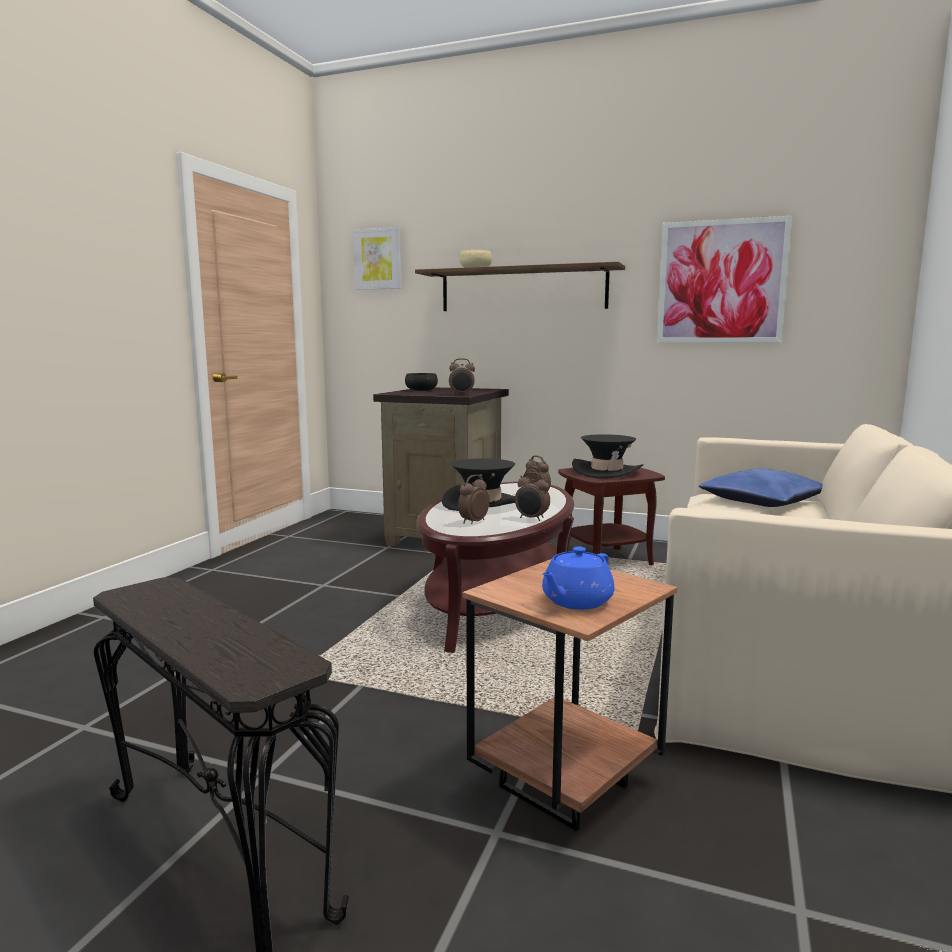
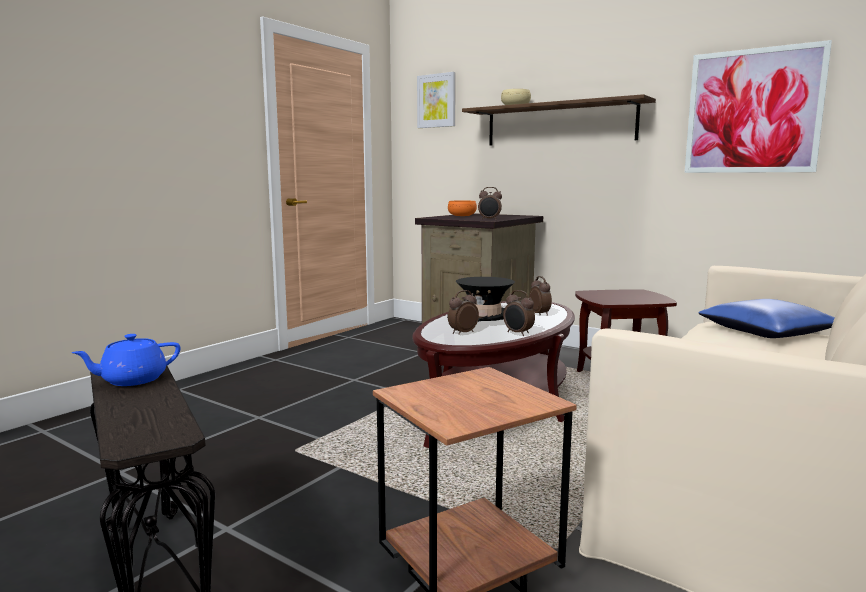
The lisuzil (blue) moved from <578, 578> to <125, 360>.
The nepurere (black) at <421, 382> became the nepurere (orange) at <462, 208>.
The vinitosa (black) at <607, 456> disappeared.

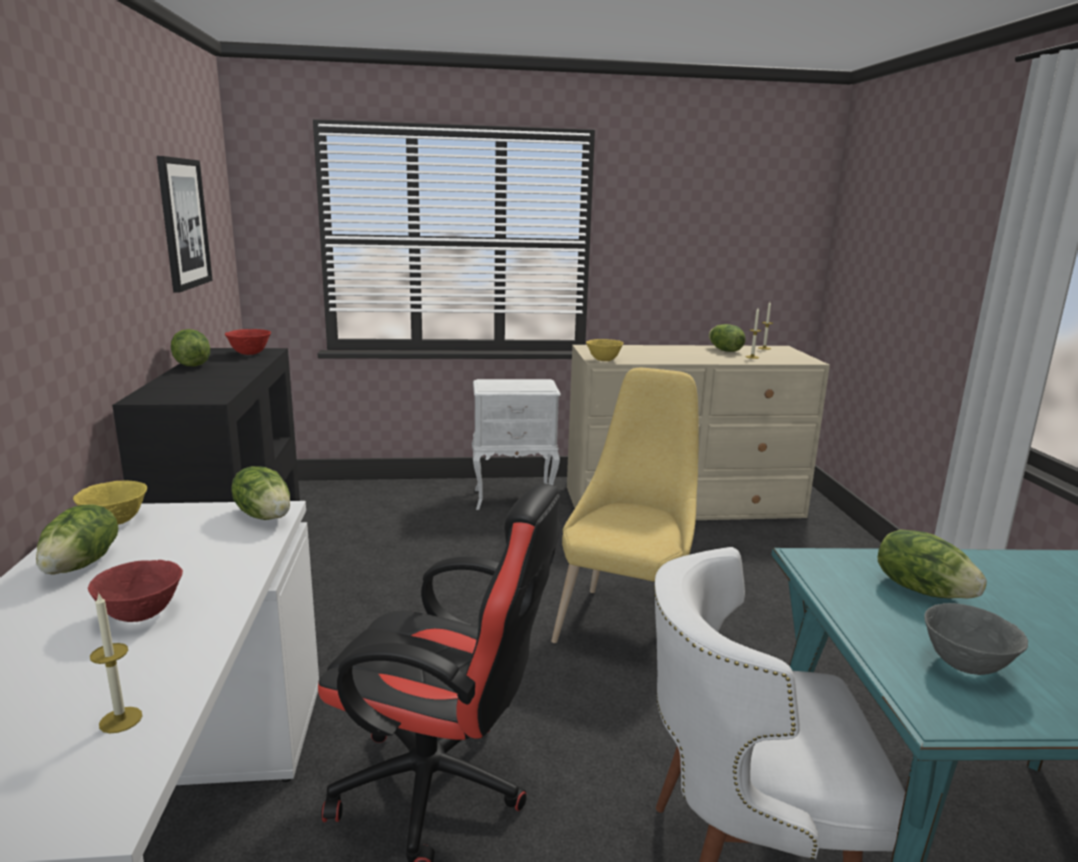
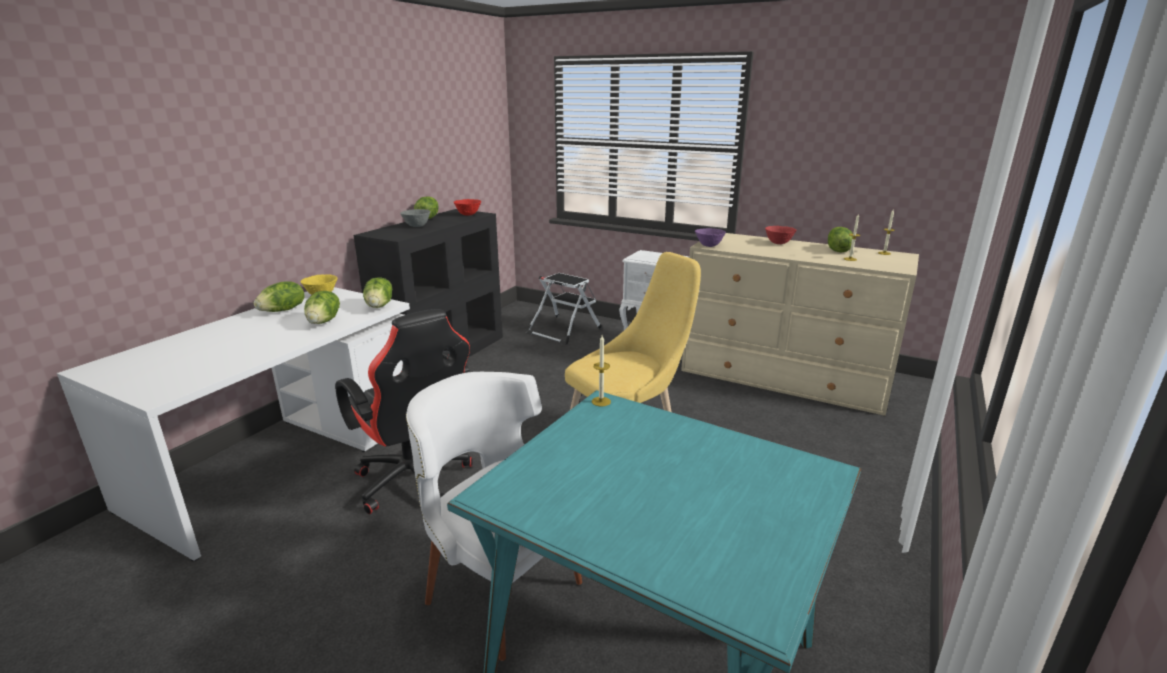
The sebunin moved from <932, 564> to <322, 307>.
The nepurere (grey) moved from <976, 639> to <415, 218>.
The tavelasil at <564, 309> appeared.
The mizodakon moved from <116, 662> to <601, 370>.
The nepurere (yellow) at <604, 350> became the nepurere (purple) at <710, 237>.
The nepurere (red) moved from <135, 591> to <781, 235>.
The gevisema at <185, 224> disappeared.

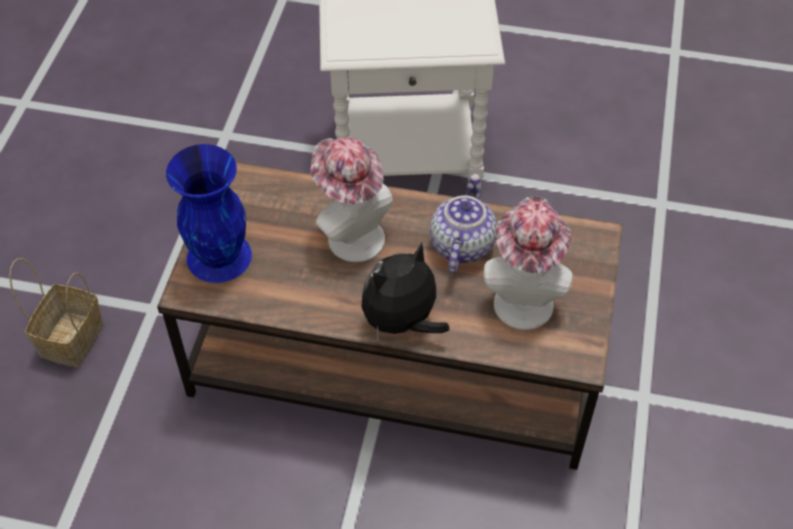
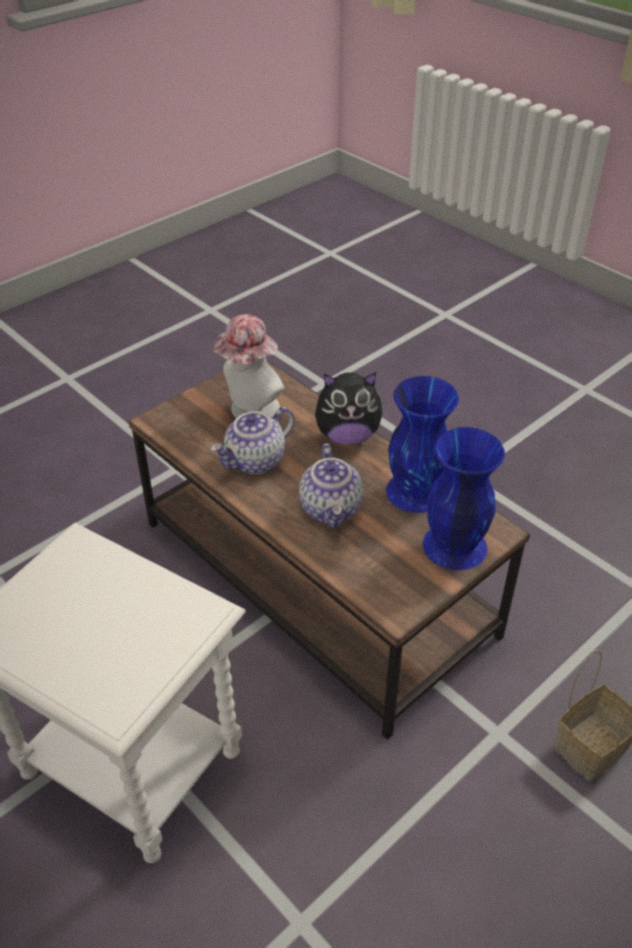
The vinitosa at <352, 199> was replaced by the lisuzil at <331, 486>.
The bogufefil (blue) at <422, 444> appeared.

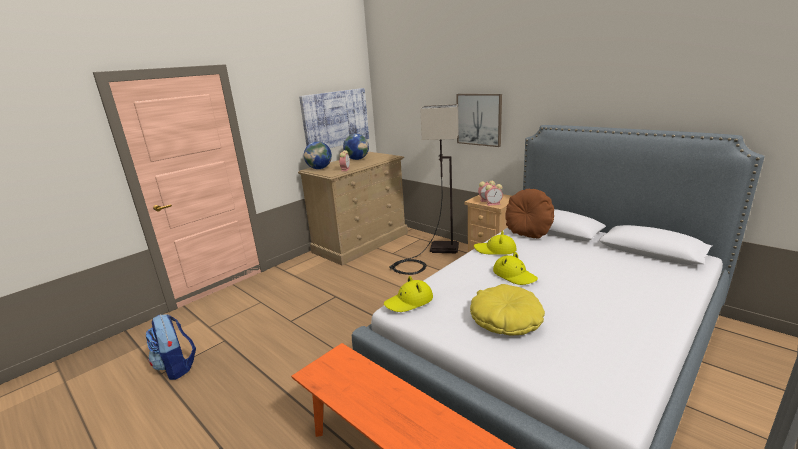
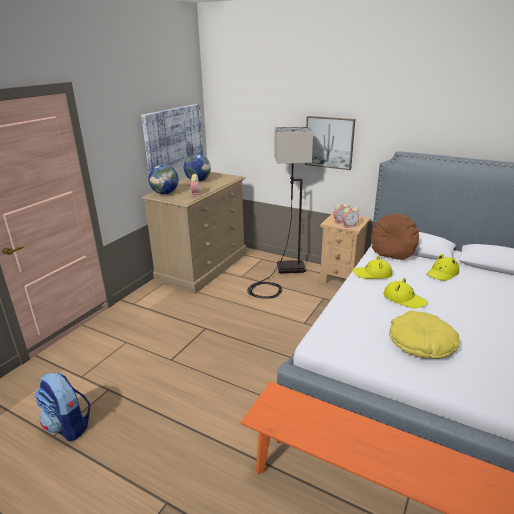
The vinitosa (yellow) moved from <408, 294> to <443, 267>.

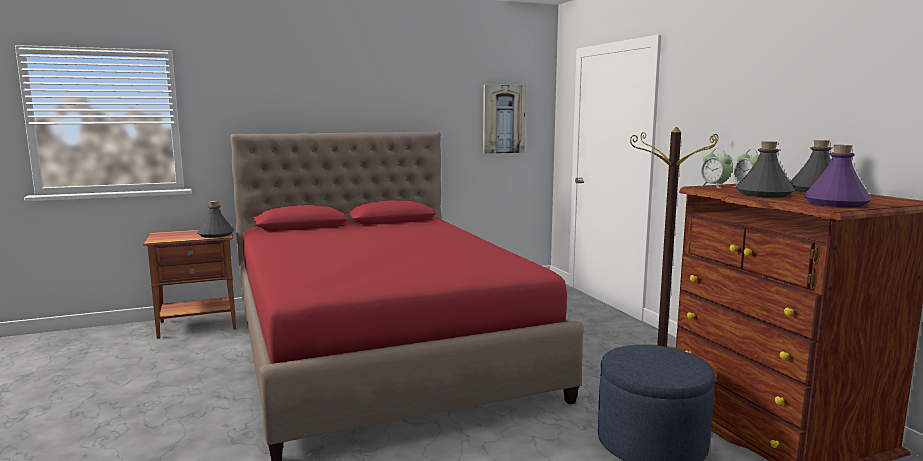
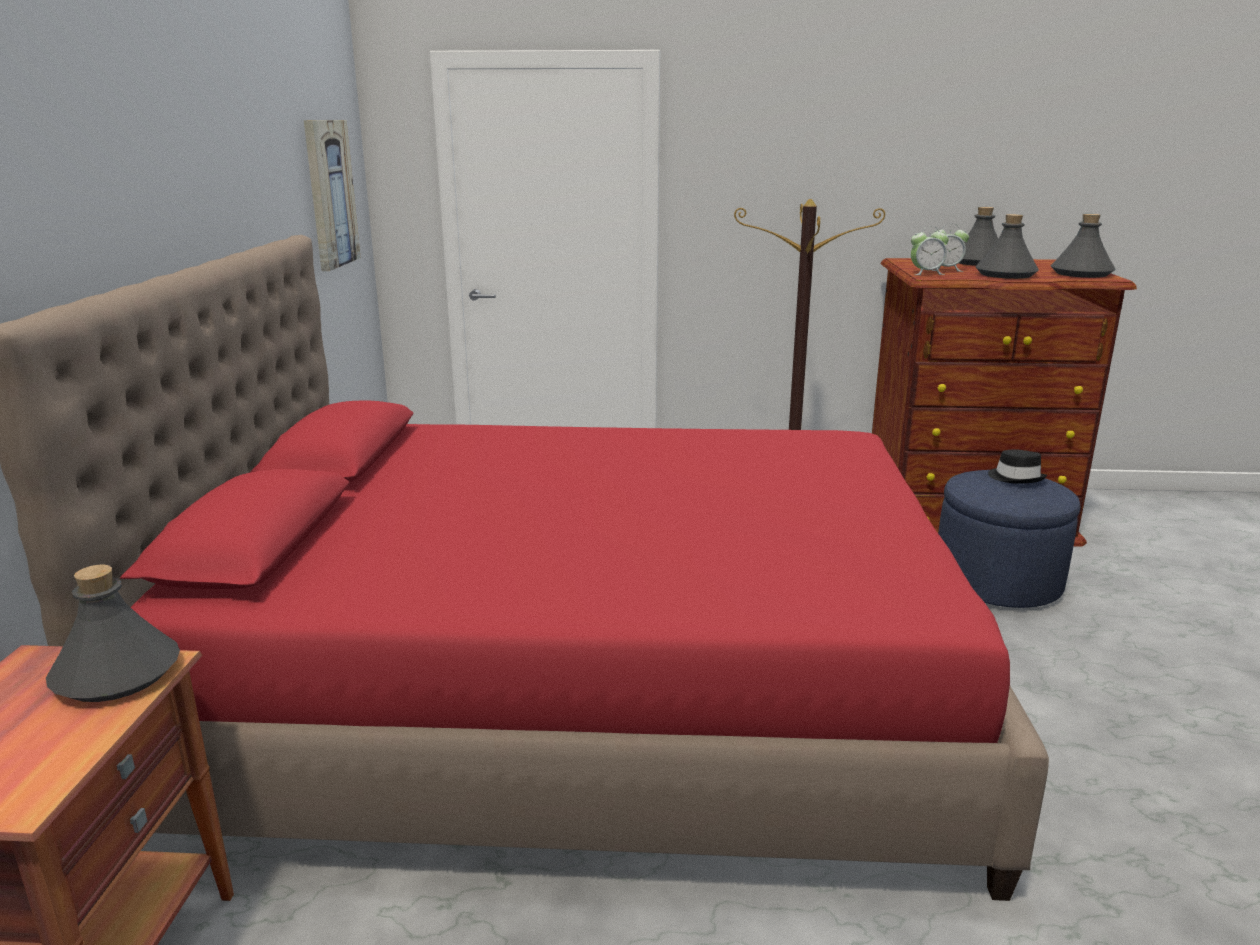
The vinitosa (black) at <1017, 466> appeared.
The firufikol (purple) at <838, 176> became the firufikol (grey) at <1083, 246>.

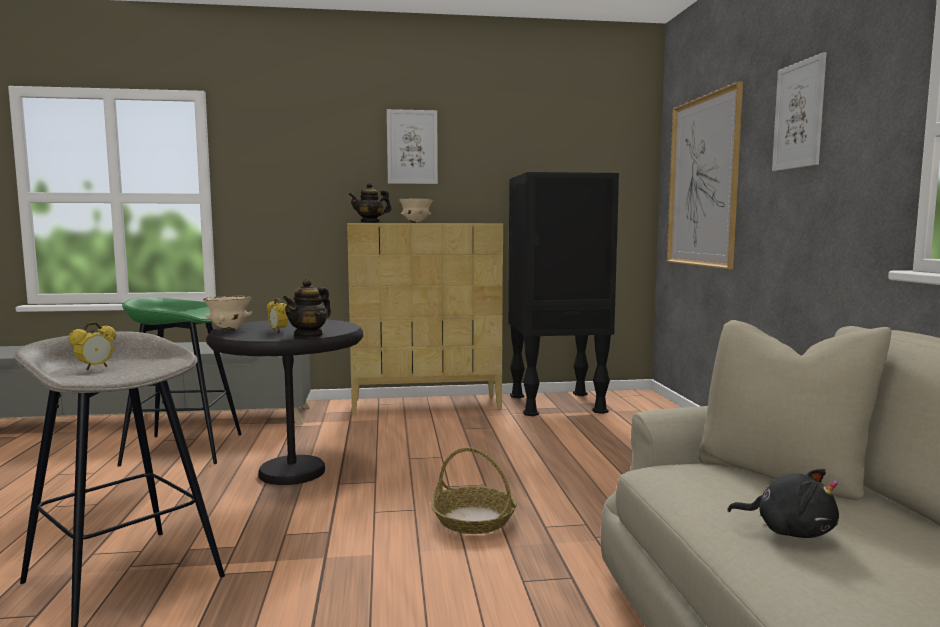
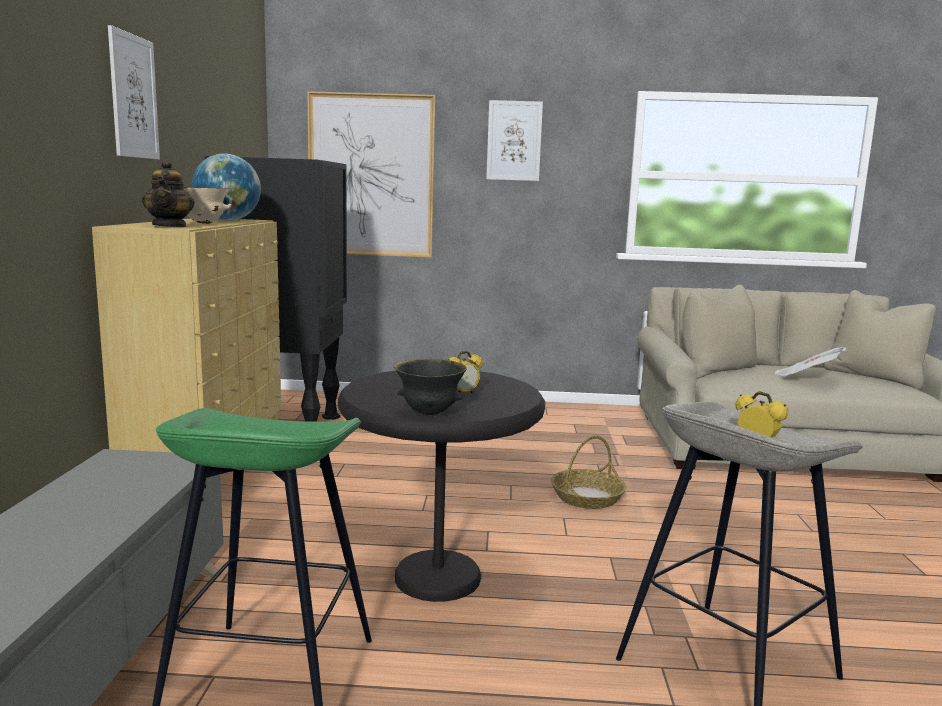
The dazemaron at <226, 187> appeared.
The nepurere (beige) at <228, 312> became the nepurere (black) at <430, 387>.
The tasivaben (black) at <783, 503> was replaced by the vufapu at <810, 362>.
The lisuzil at <307, 308> disappeared.

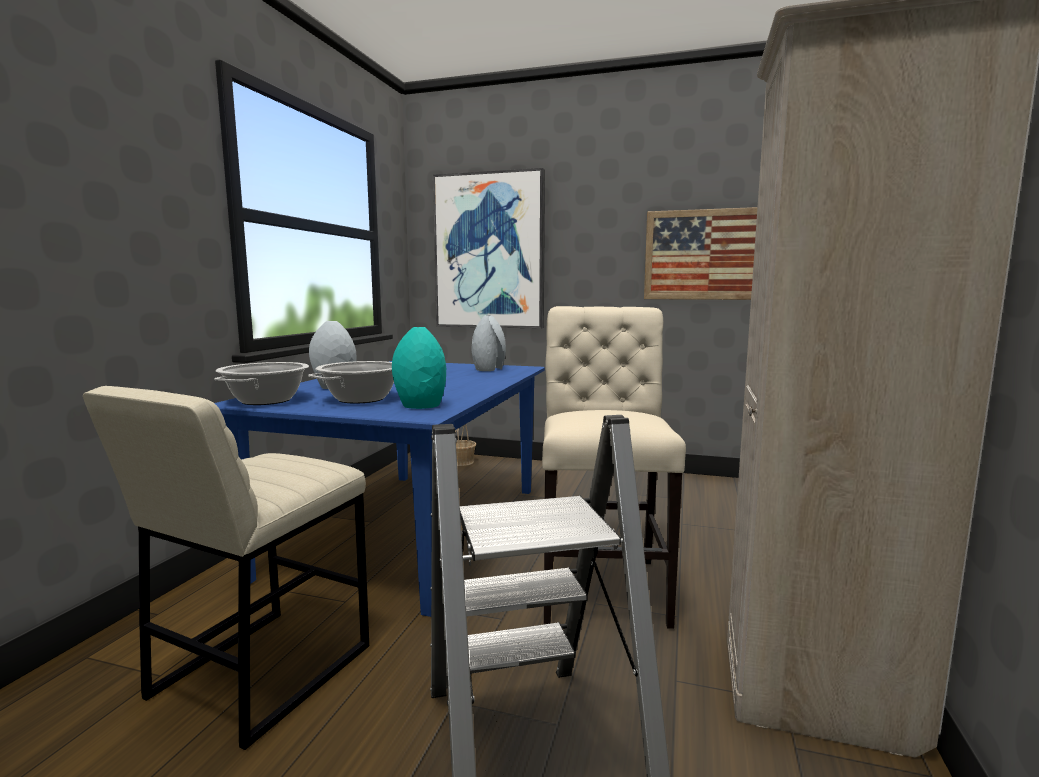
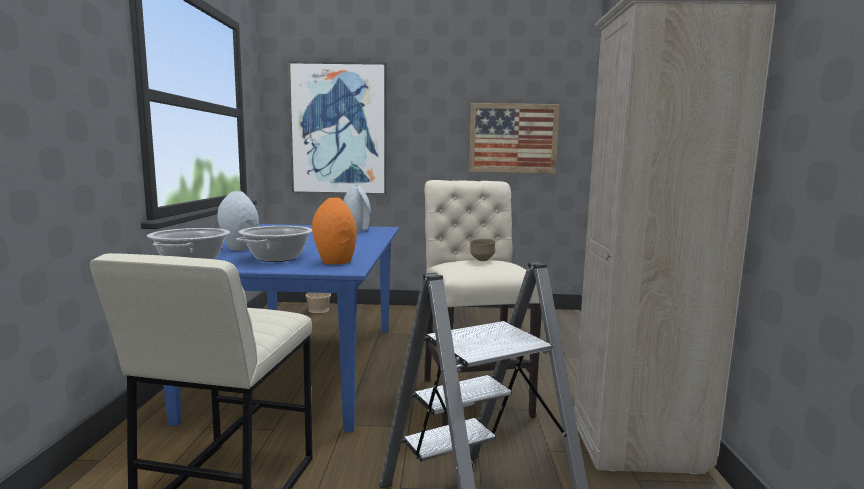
The bogufefil (turquoise) at <419, 368> became the bogufefil (orange) at <334, 231>.
The nepurere (brown) at <483, 250> appeared.

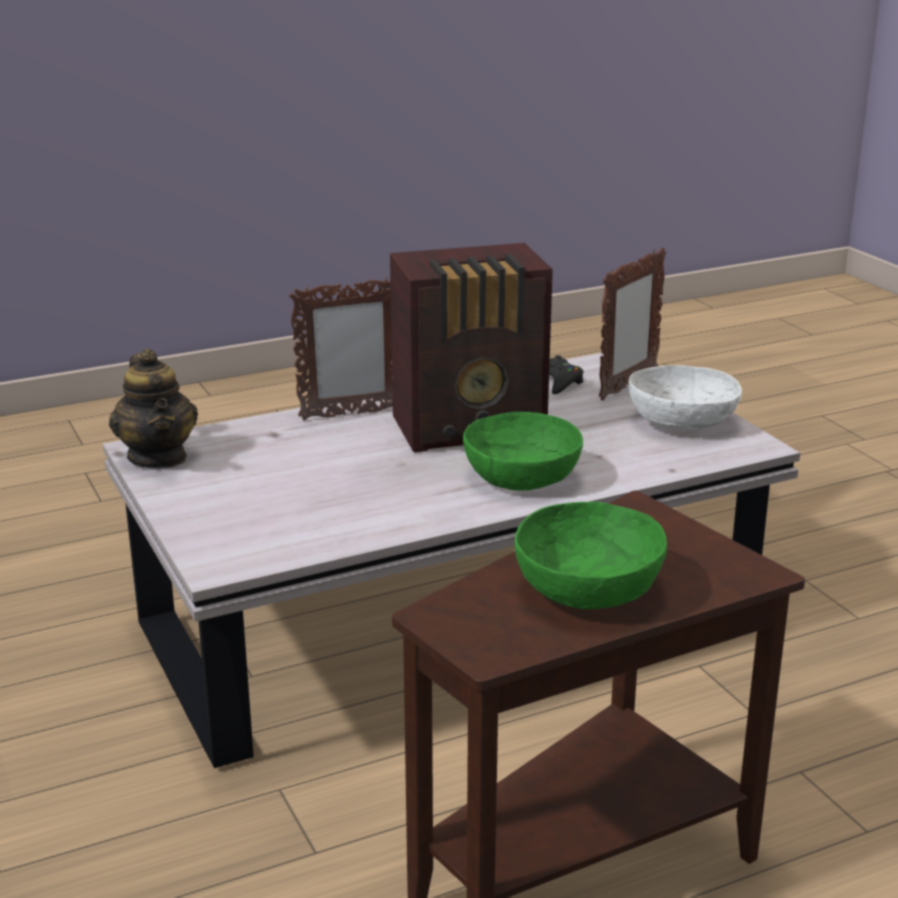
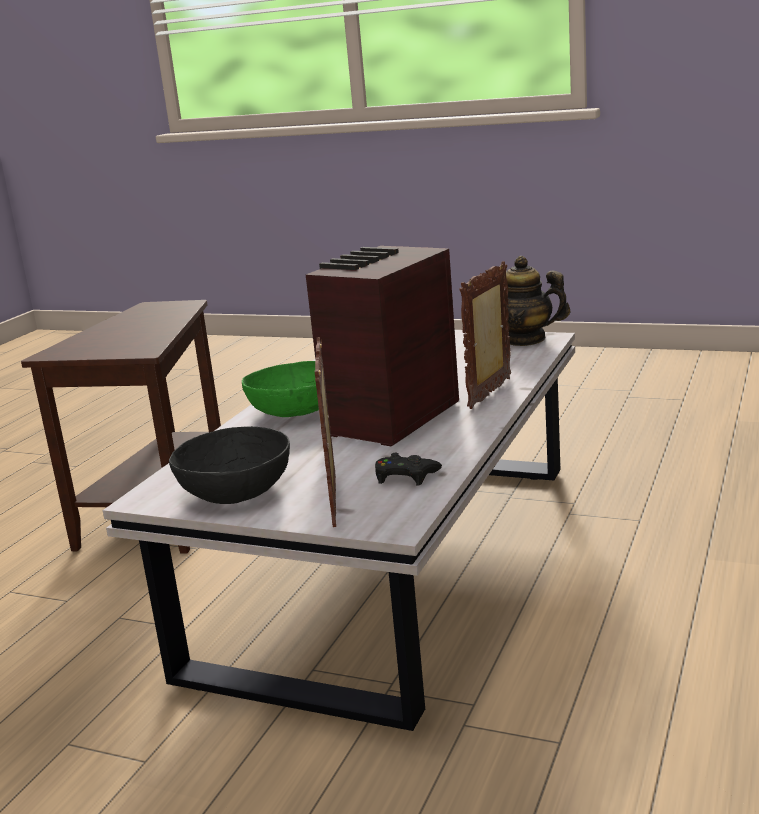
The nepurere (white) at <685, 397> became the nepurere (black) at <229, 465>.
The nepurere (green) at <591, 555> disappeared.

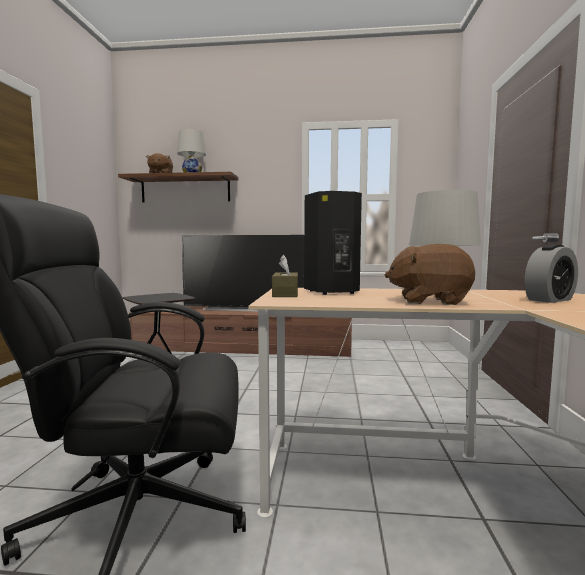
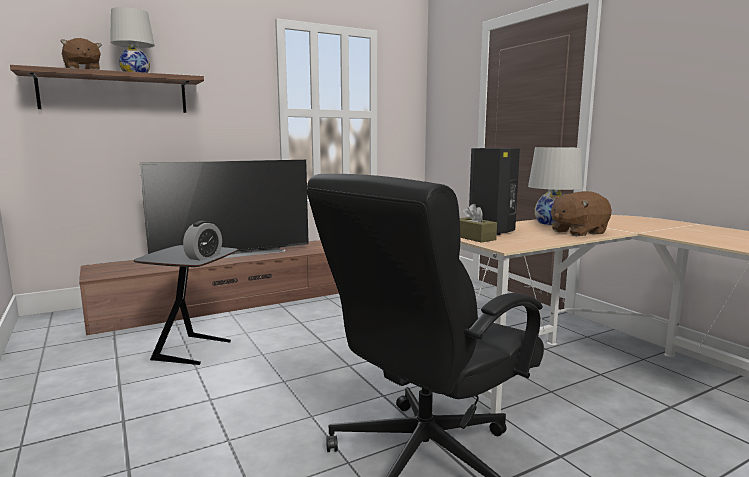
The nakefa moved from <551, 273> to <202, 241>.

